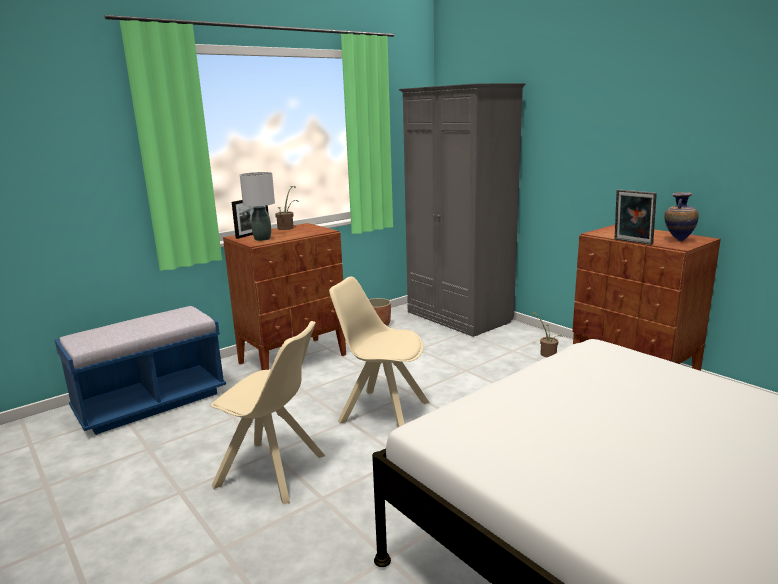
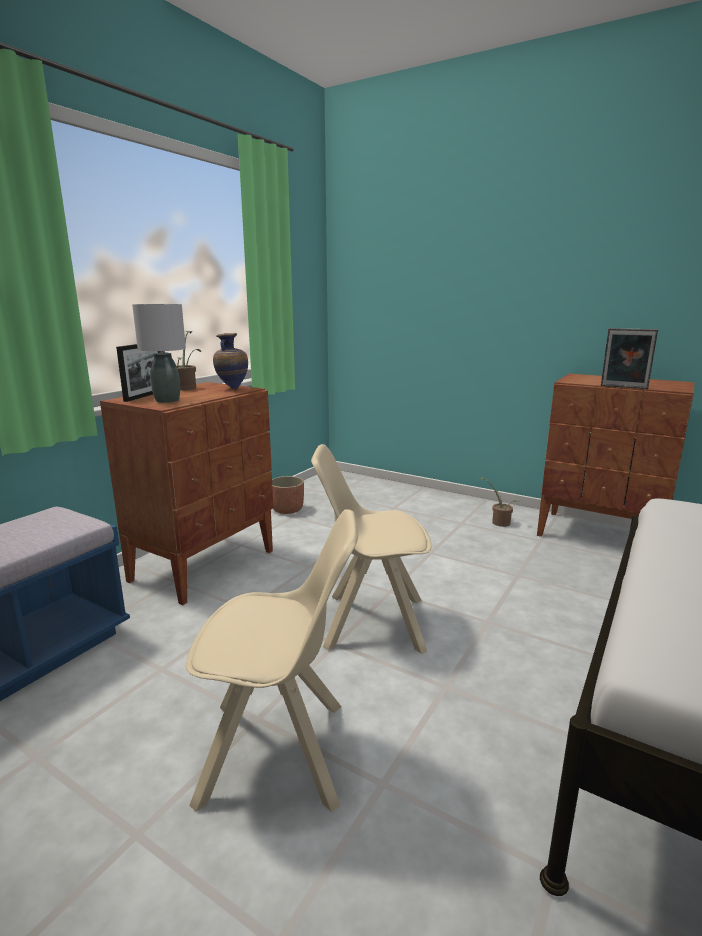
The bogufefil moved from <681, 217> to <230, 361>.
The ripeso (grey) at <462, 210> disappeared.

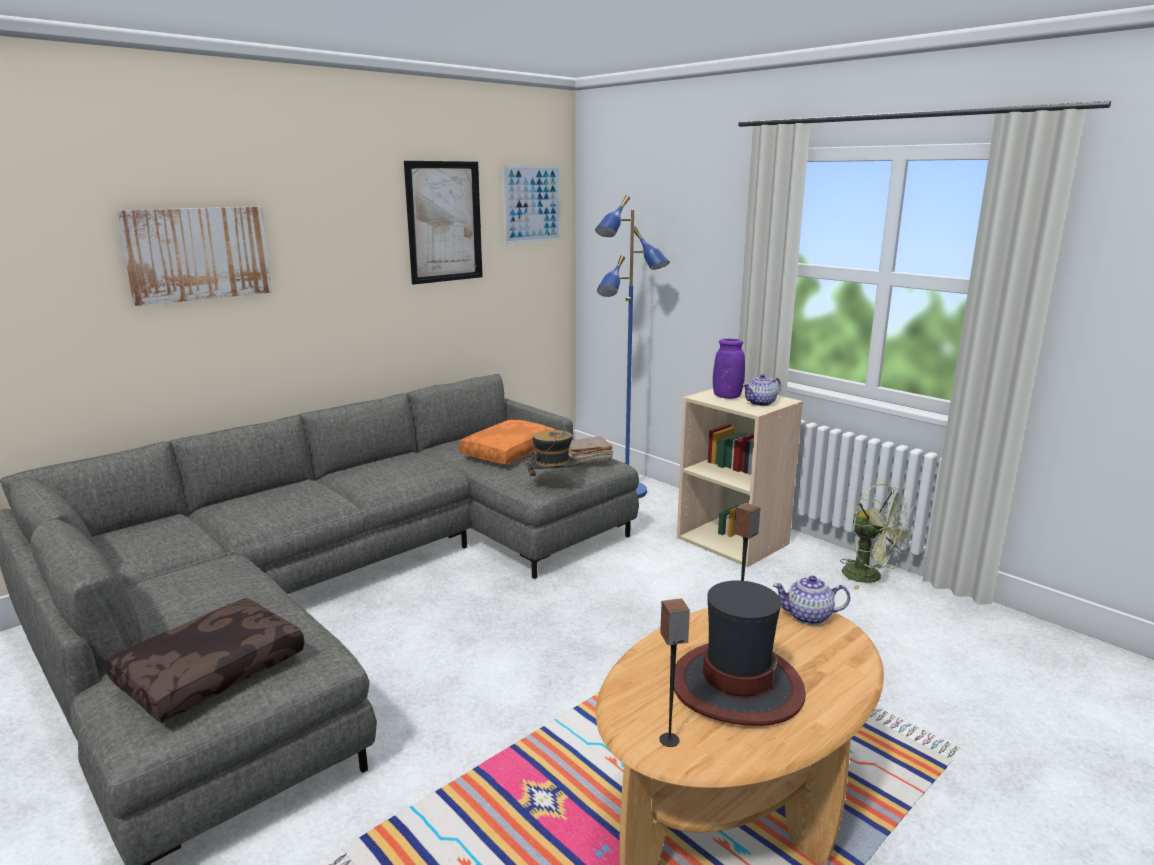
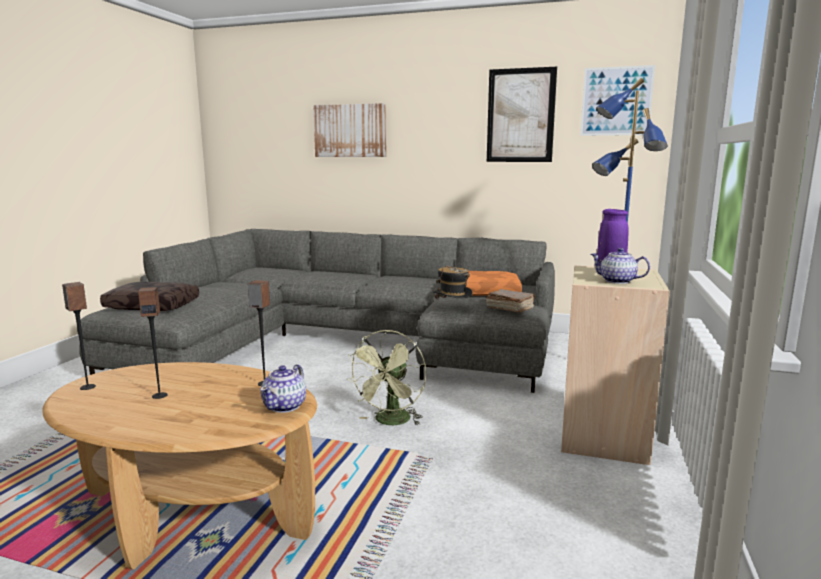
The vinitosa at <740, 653> was replaced by the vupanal at <153, 343>.
The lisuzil at <811, 600> turned 135 degrees counterclockwise.
The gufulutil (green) moved from <877, 536> to <387, 377>.

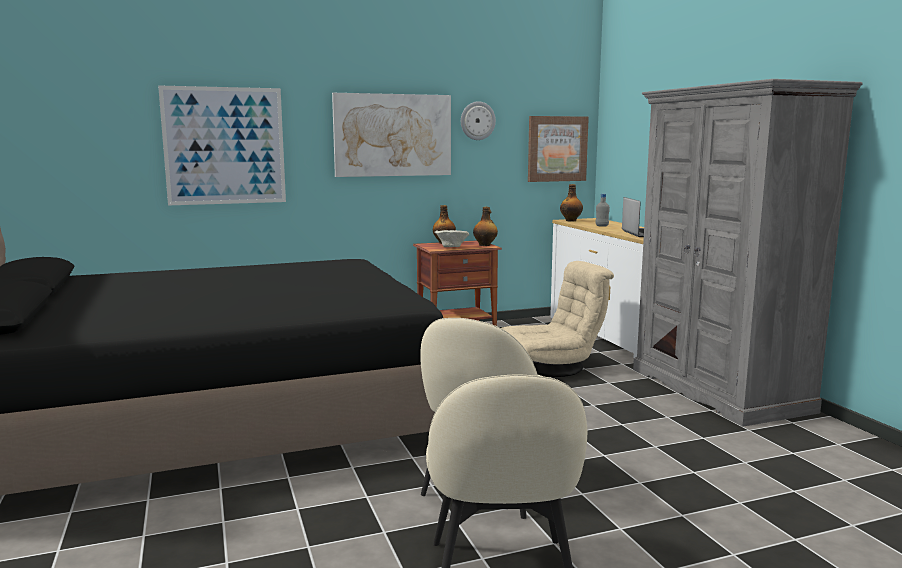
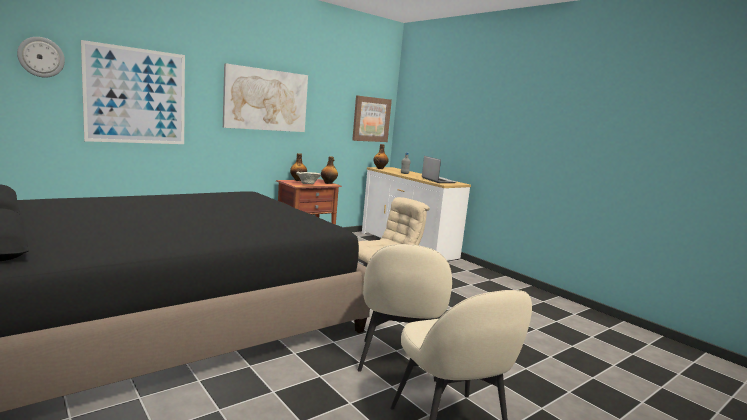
The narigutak moved from <478, 120> to <41, 57>.
The ripeso (grey) at <748, 253> disappeared.

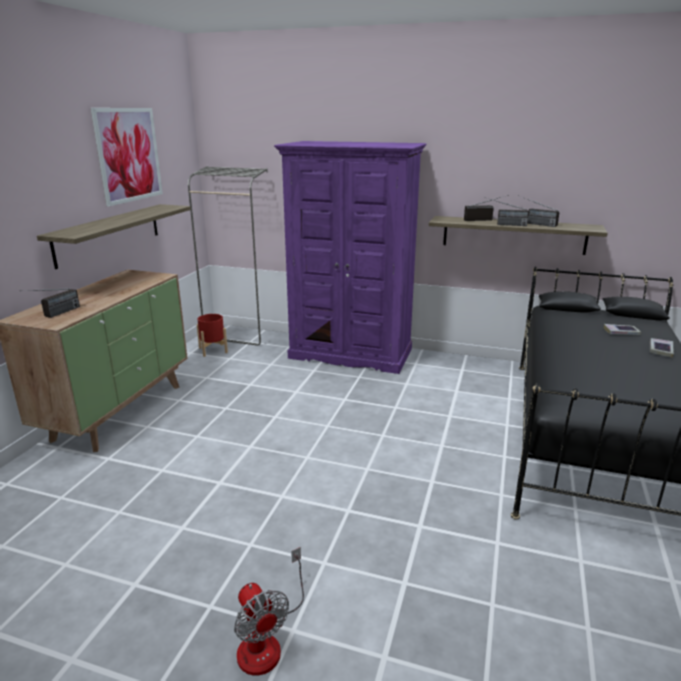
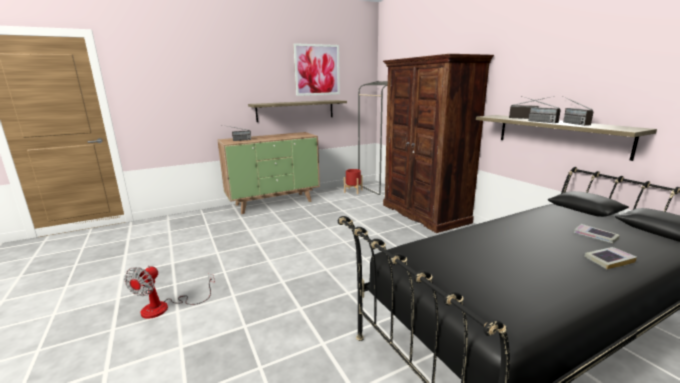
The ripeso (purple) at <350, 257> became the ripeso (brown) at <438, 143>.

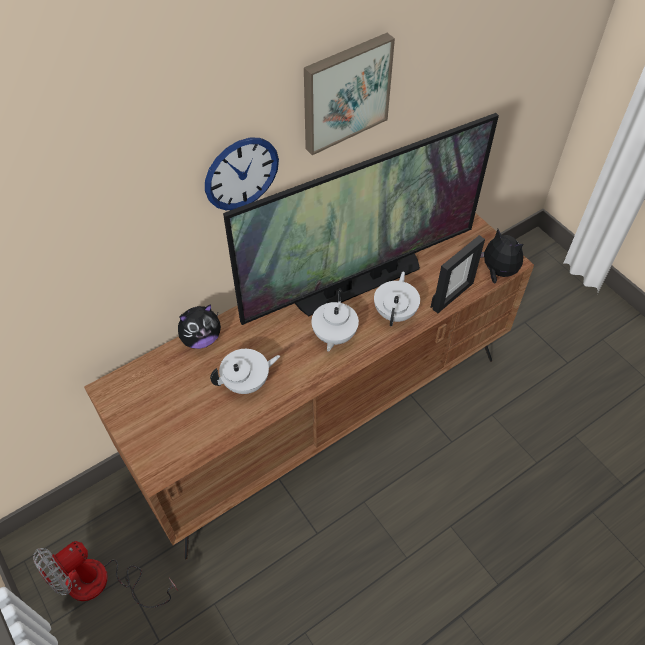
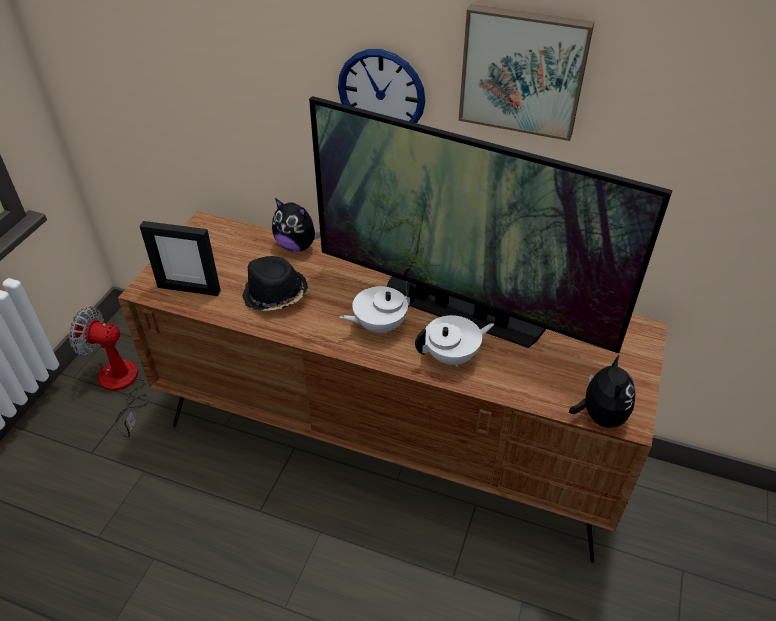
The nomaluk moved from <457, 274> to <180, 258>.
The lisuzil (white) at <245, 371> was replaced by the vinitosa (black) at <275, 283>.

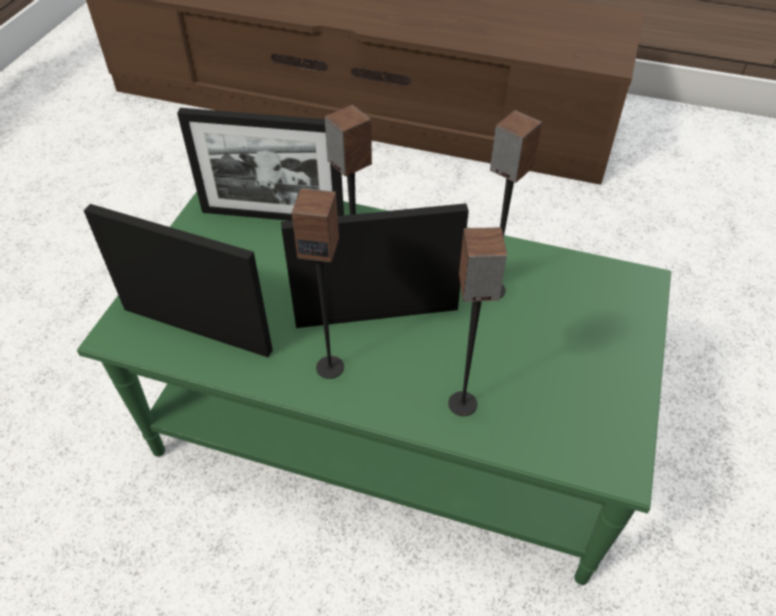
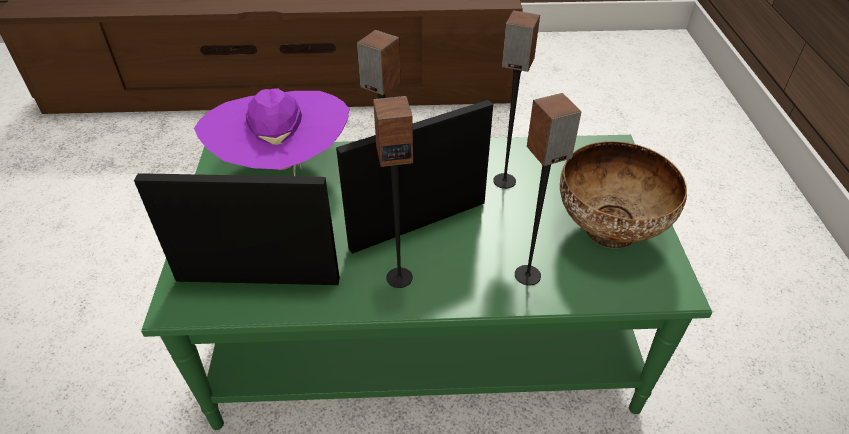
The nomaluk at <260, 164> was replaced by the vinitosa (purple) at <271, 132>.
The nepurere at <623, 195> appeared.

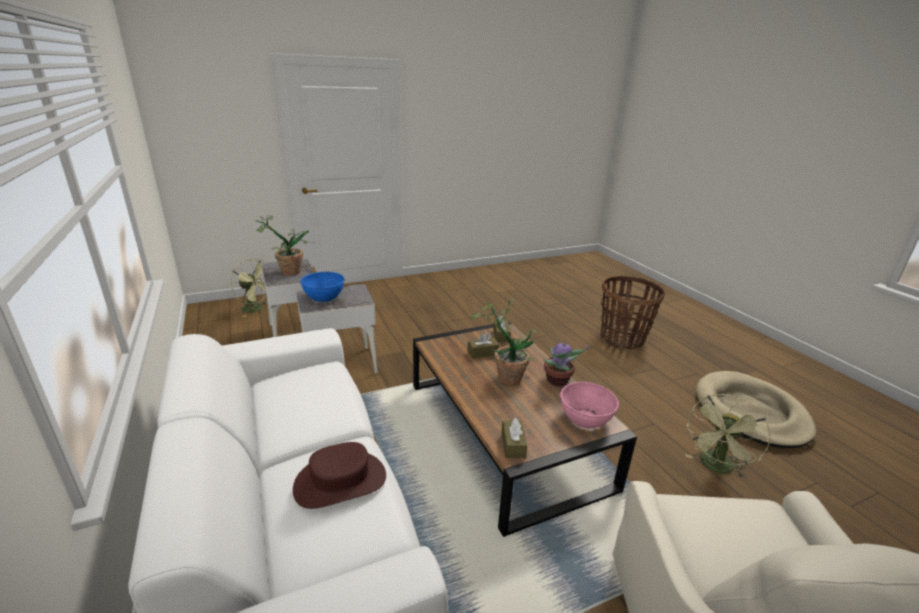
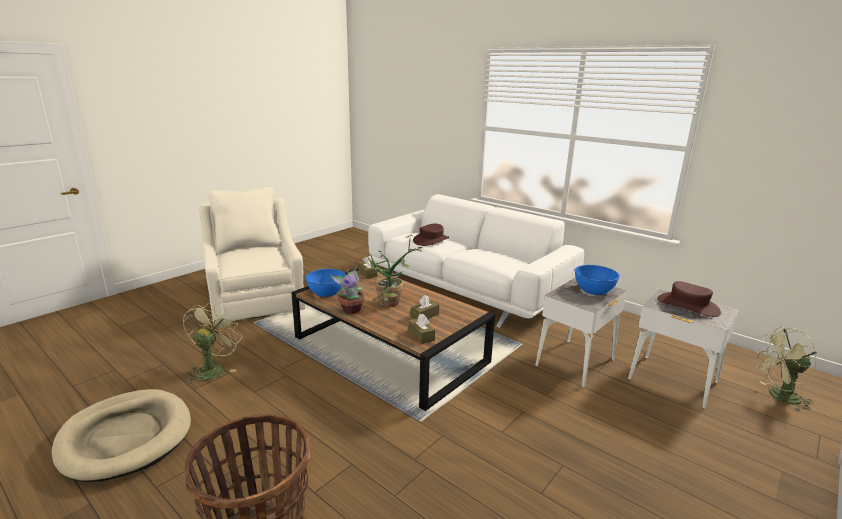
The nepurere (pink) at <589, 405> became the nepurere (blue) at <325, 283>.
The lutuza at <285, 245> was replaced by the vinitosa (brown) at <689, 299>.

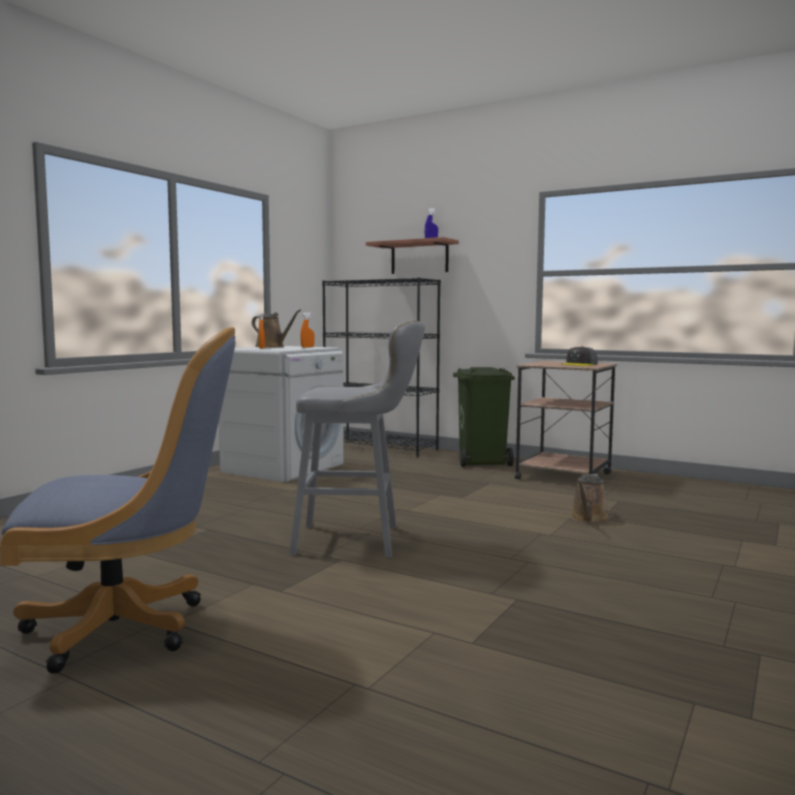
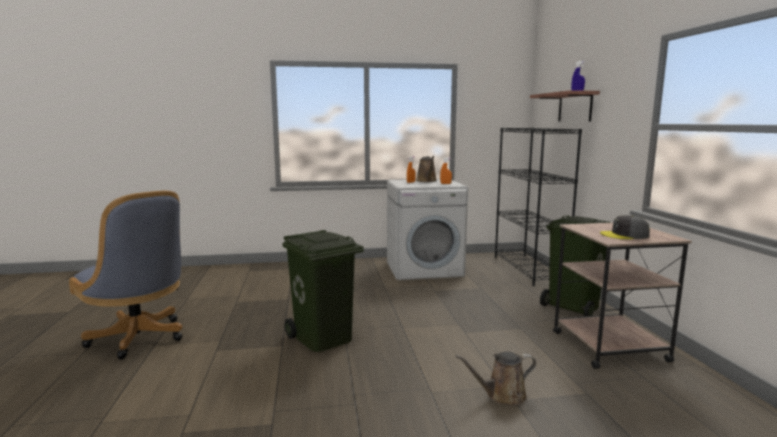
The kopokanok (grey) at <357, 439> was replaced by the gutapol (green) at <323, 291>.

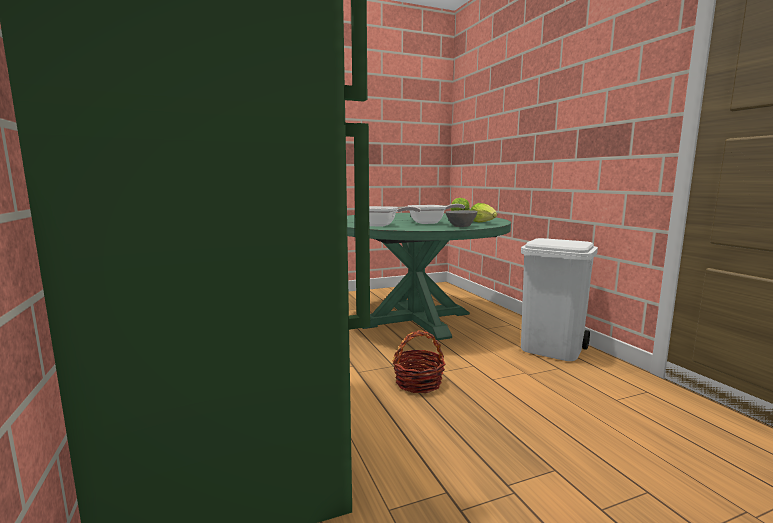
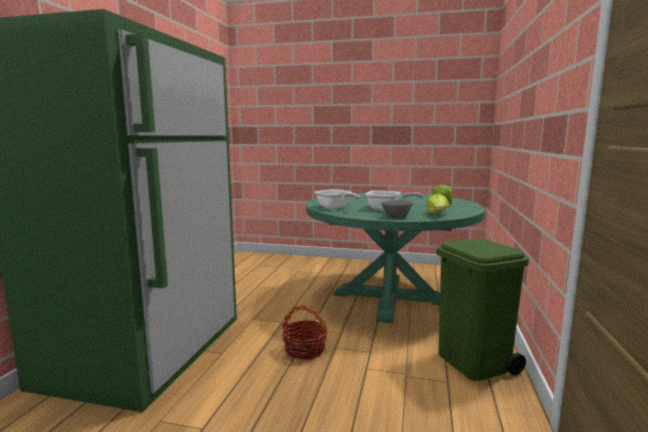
The gutapol (white) at <559, 299> became the gutapol (green) at <482, 310>.

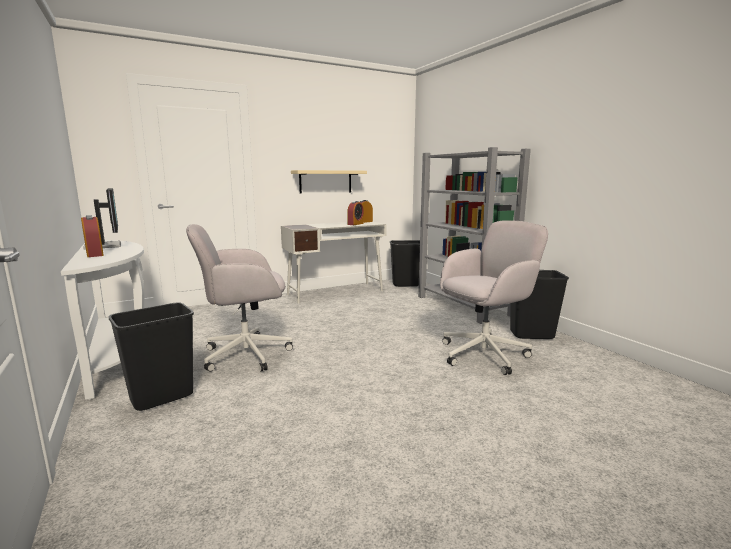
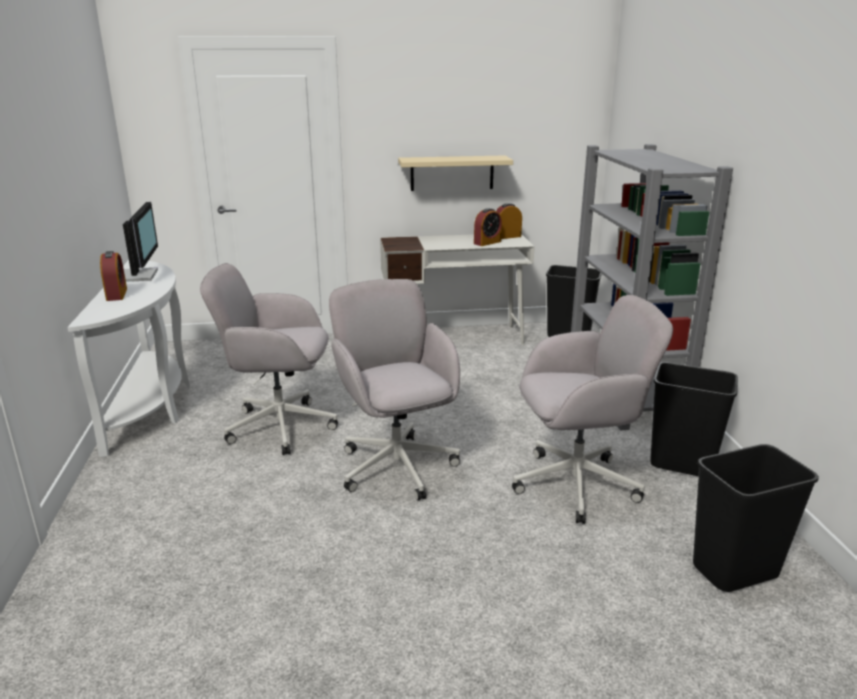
The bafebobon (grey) at <394, 390> appeared.
The gutapol (black) moved from <151, 357> to <756, 518>.

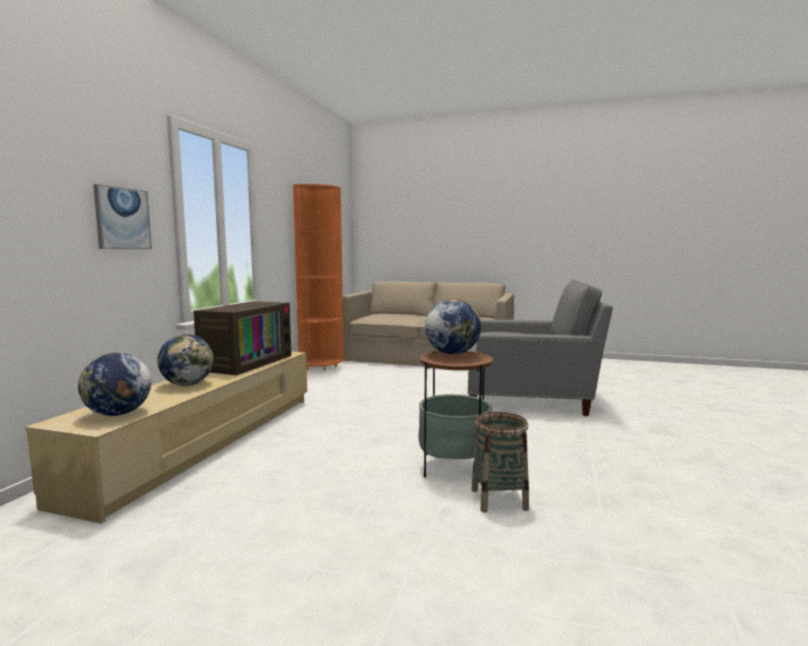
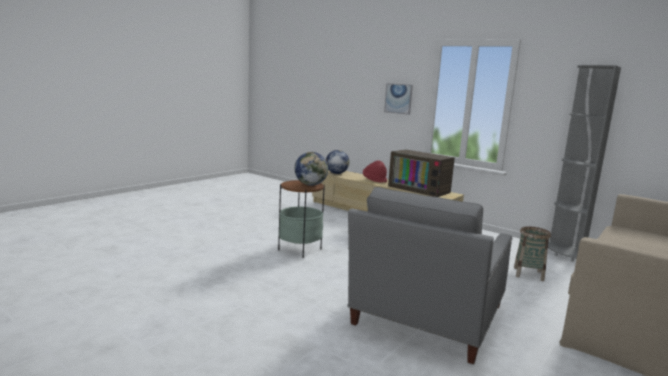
The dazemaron at <185, 360> was replaced by the vinitosa (red) at <375, 171>.
The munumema moved from <500, 462> to <532, 253>.
The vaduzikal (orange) at <318, 277> became the vaduzikal (grey) at <584, 163>.

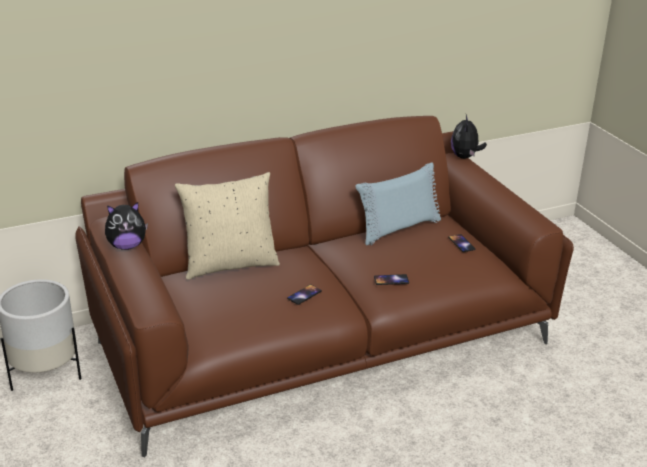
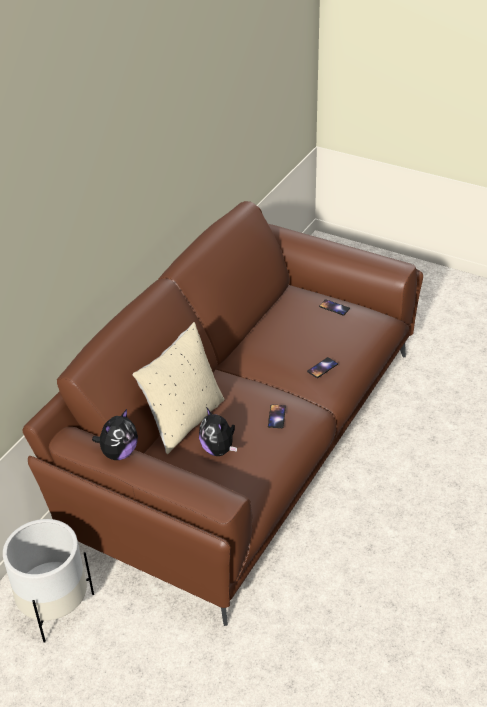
The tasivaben moved from <469, 136> to <218, 431>.
The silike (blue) at <398, 203> disappeared.

